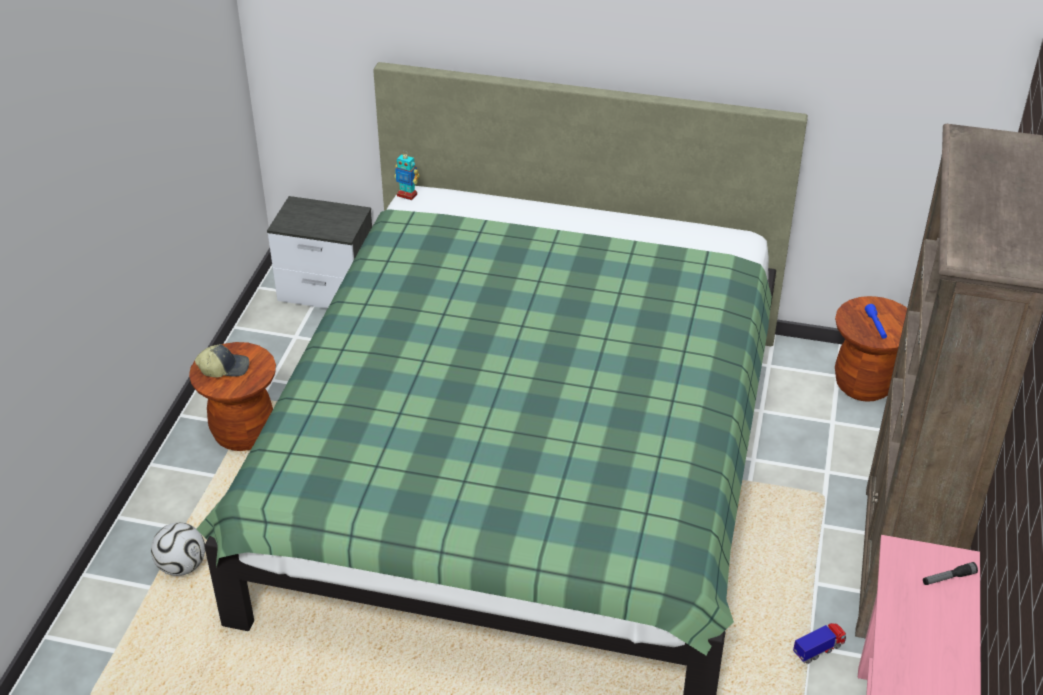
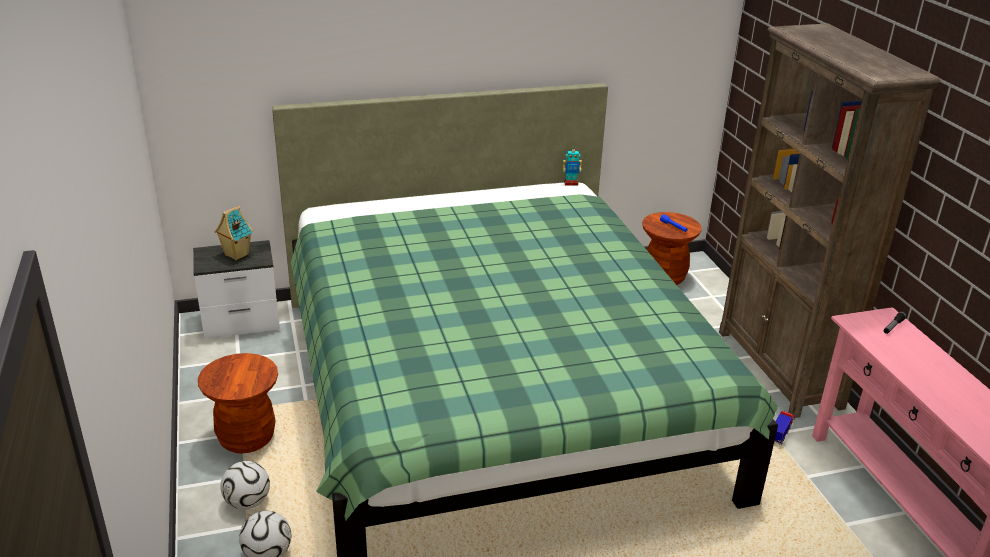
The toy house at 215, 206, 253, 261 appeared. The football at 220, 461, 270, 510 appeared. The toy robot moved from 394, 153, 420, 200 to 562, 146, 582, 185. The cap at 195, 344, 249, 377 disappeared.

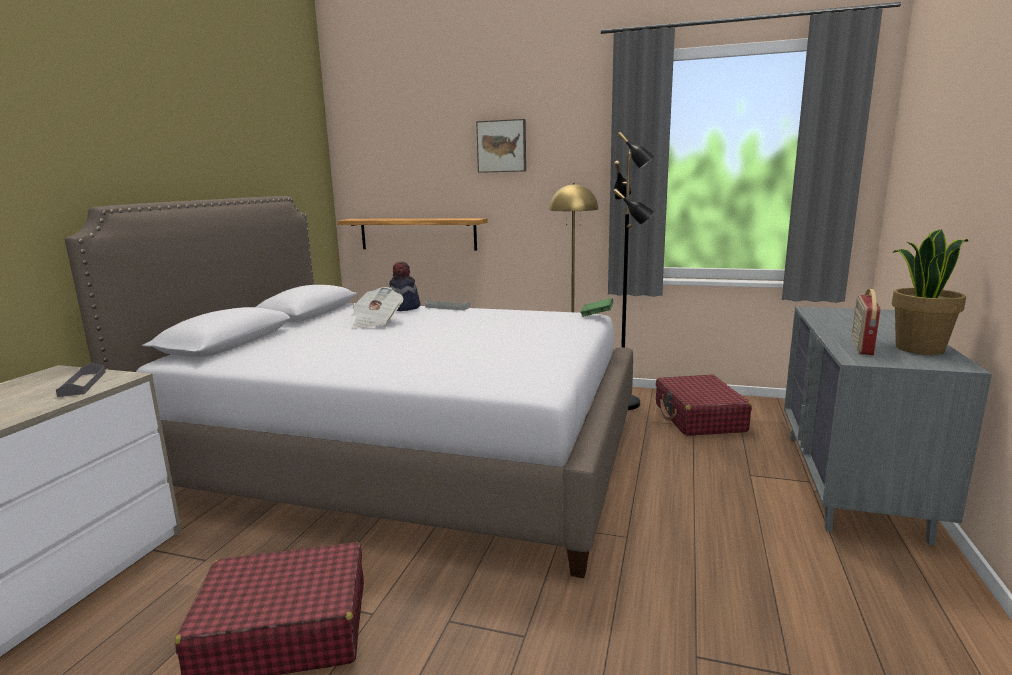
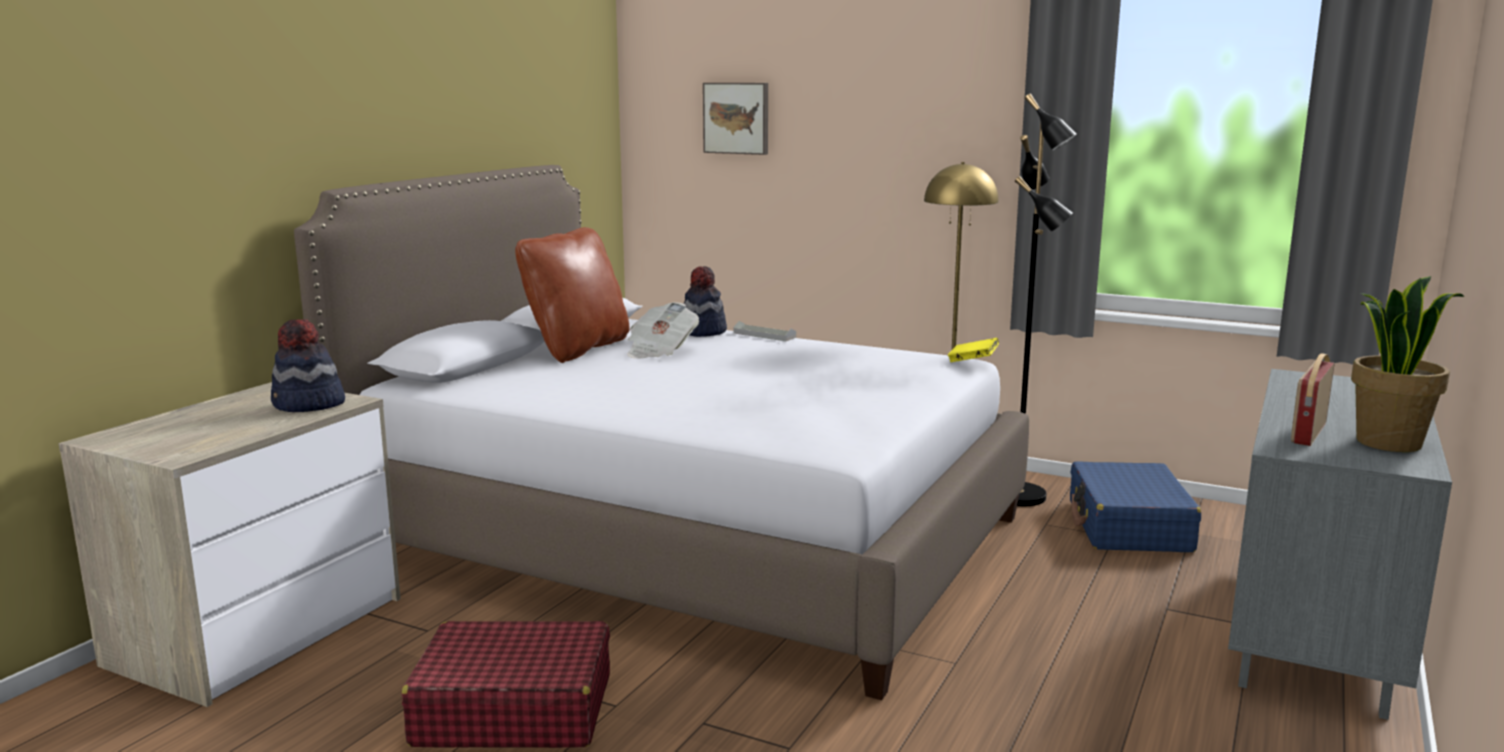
The tray/grey at 56, 362, 106, 397 was replaced by the hat at 271, 319, 345, 412. The pillow/brown at 515, 227, 630, 363 appeared. The picture moved from 476, 119, 526, 173 to 703, 83, 768, 155. The book/green at 580, 298, 614, 317 became the book/yellow at 948, 338, 999, 362. The suitcase/red at 656, 374, 752, 436 became the suitcase/blue at 1070, 461, 1201, 552. The shelf at 338, 218, 488, 251 disappeared.

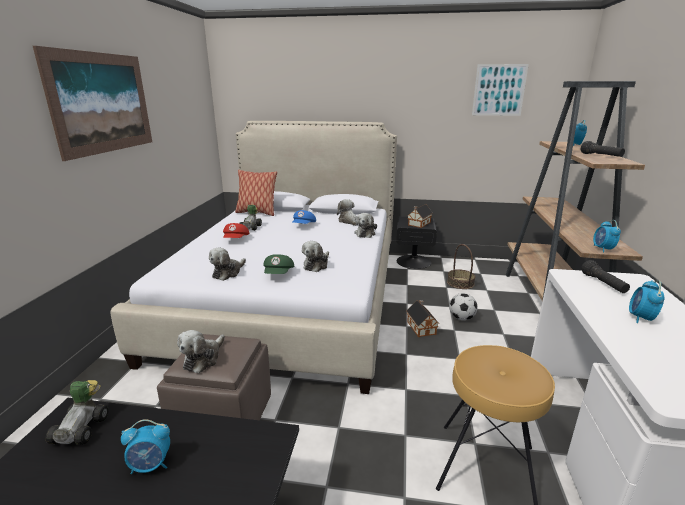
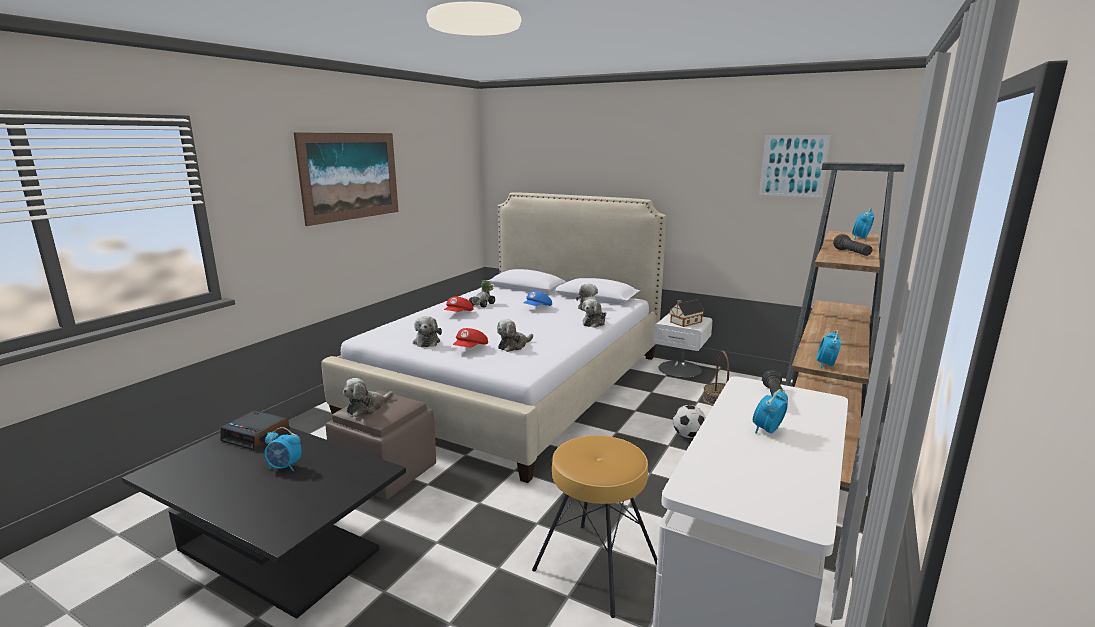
The toy car at 45, 380, 109, 445 was replaced by the alarm clock at 220, 410, 289, 450. The plush toy at 209, 248, 246, 281 turned 60 degrees counterclockwise. The cap/green at 263, 254, 294, 274 became the cap/red at 453, 328, 488, 347. The nightstand/black at 396, 217, 437, 269 became the nightstand/white at 653, 313, 713, 378. The pillow at 235, 170, 277, 216 disappeared. The toy house at 406, 300, 439, 337 disappeared.

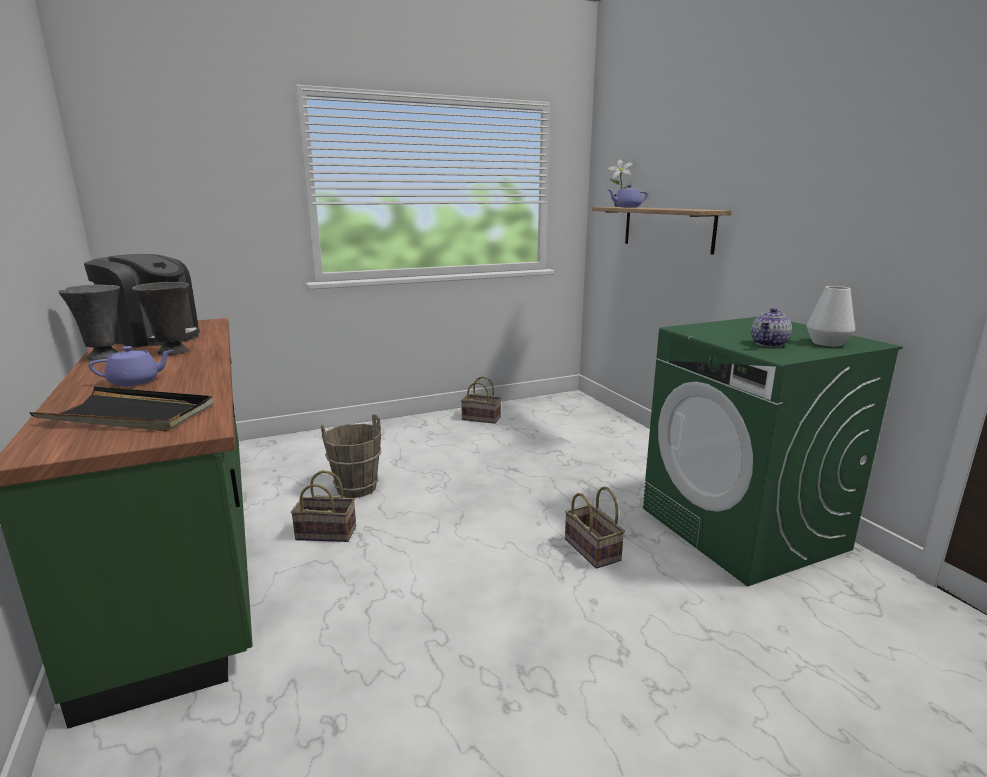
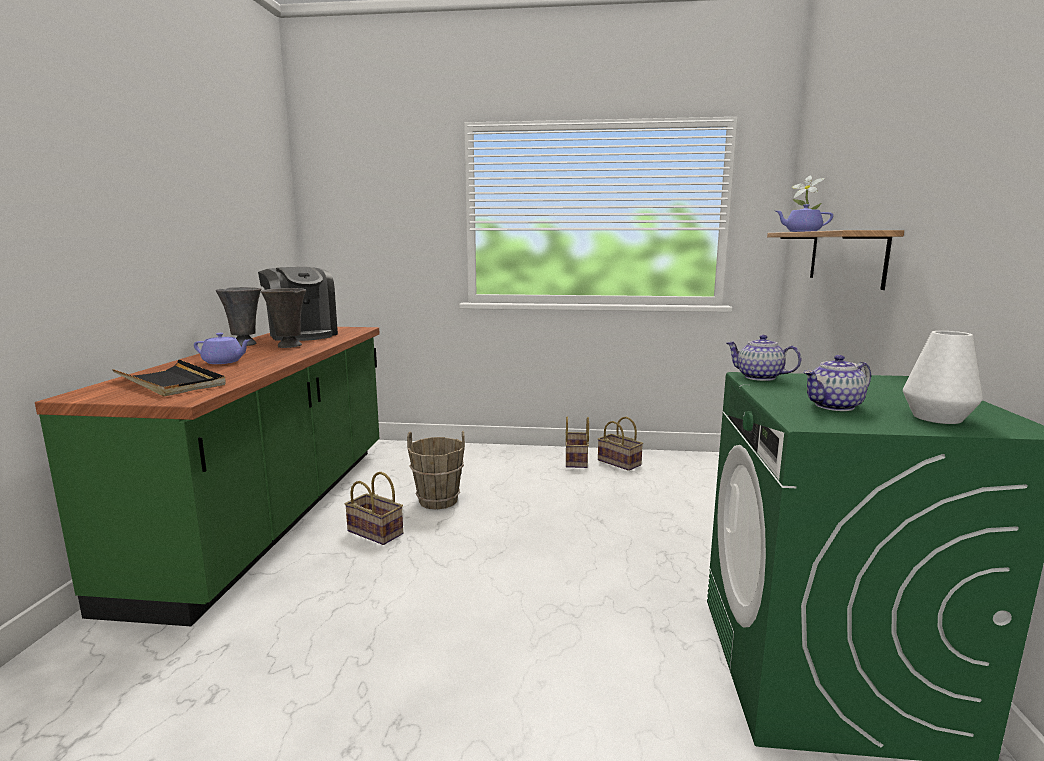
The basket moved from 565, 487, 625, 569 to 565, 417, 589, 468. The teapot at 726, 335, 801, 381 appeared.

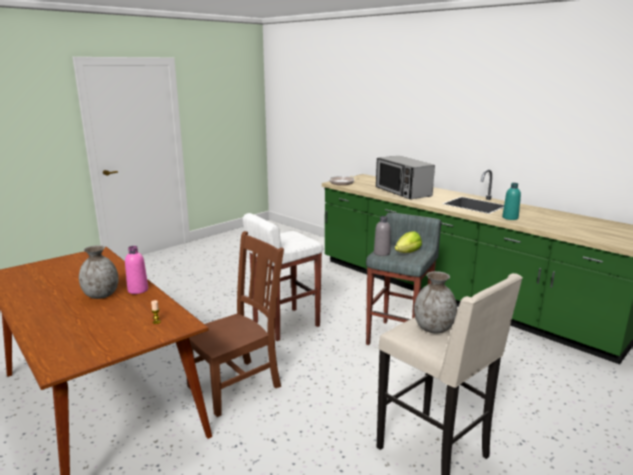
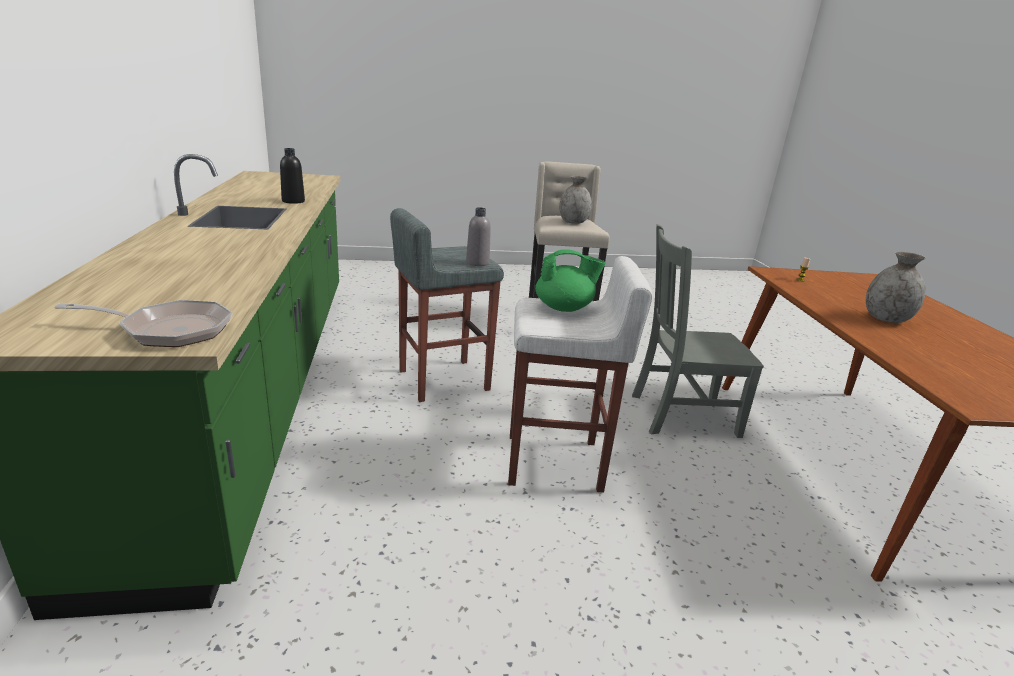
The bottle/turquoise at 502, 183, 521, 220 became the bottle/black at 280, 148, 305, 204. The teapot/green at 535, 249, 606, 312 appeared. The chair/brown at 186, 231, 284, 417 became the chair/grey at 632, 224, 764, 438. The bottle/pink at 125, 246, 148, 294 disappeared. The microwave at 376, 156, 435, 200 disappeared. The lettuce at 395, 231, 422, 253 disappeared.

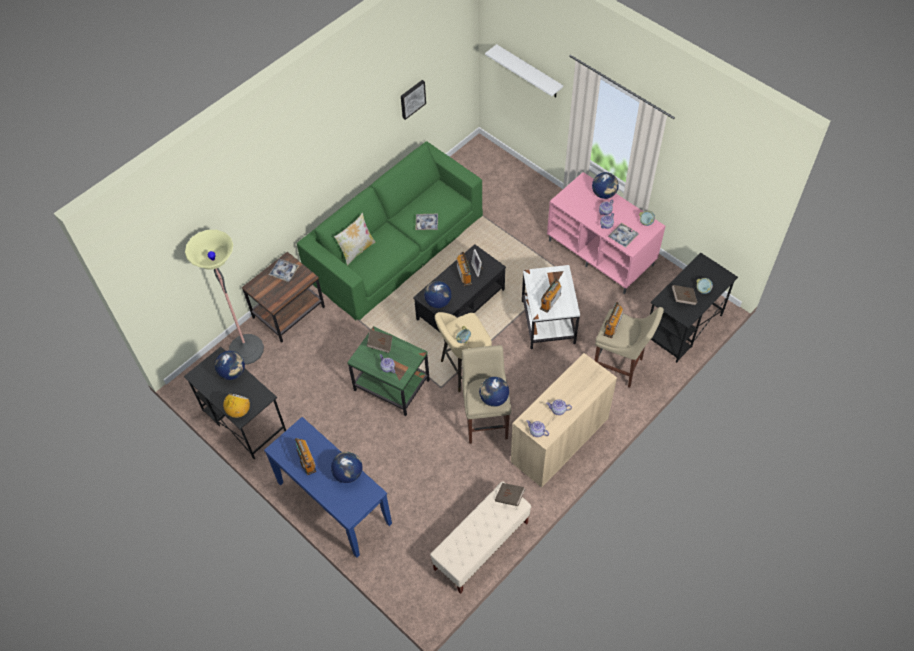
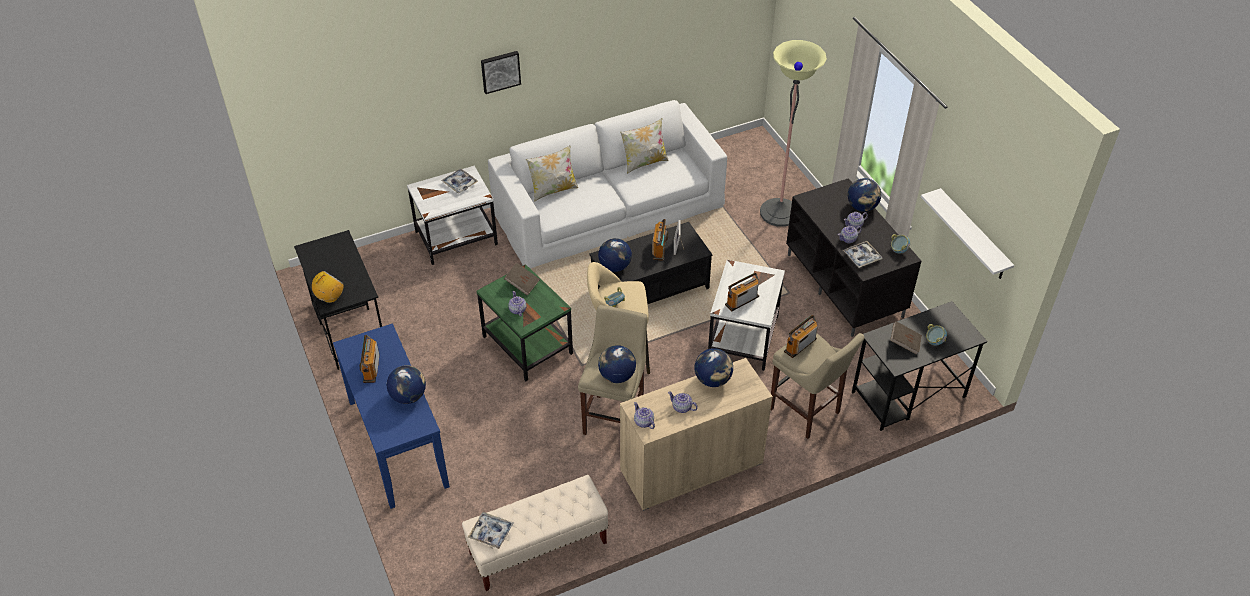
The side table/brown at 242, 252, 325, 343 became the side table/white at 407, 166, 498, 265. The tray moved from 415, 214, 438, 230 to 468, 512, 513, 549. The picture moved from 401, 80, 426, 120 to 481, 51, 521, 94. The sofa/green at 297, 141, 483, 320 became the sofa/white at 488, 100, 727, 269. The pillow at 620, 118, 668, 174 appeared. The globe moved from 215, 351, 245, 380 to 695, 348, 733, 387. The floor lamp moved from 185, 230, 264, 365 to 760, 40, 827, 227. The tv stand/pink at 547, 172, 665, 294 became the tv stand/black at 786, 178, 921, 337. The shelf/white moved from 485, 44, 563, 97 to 921, 188, 1014, 279. The book/brown at 495, 483, 525, 506 disappeared.

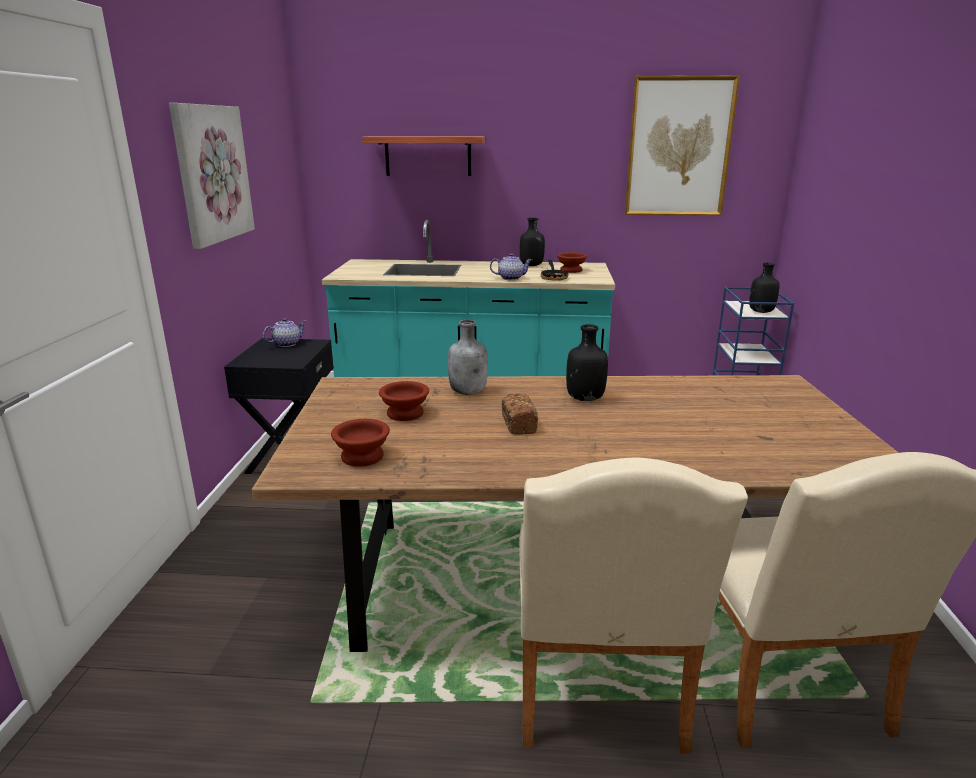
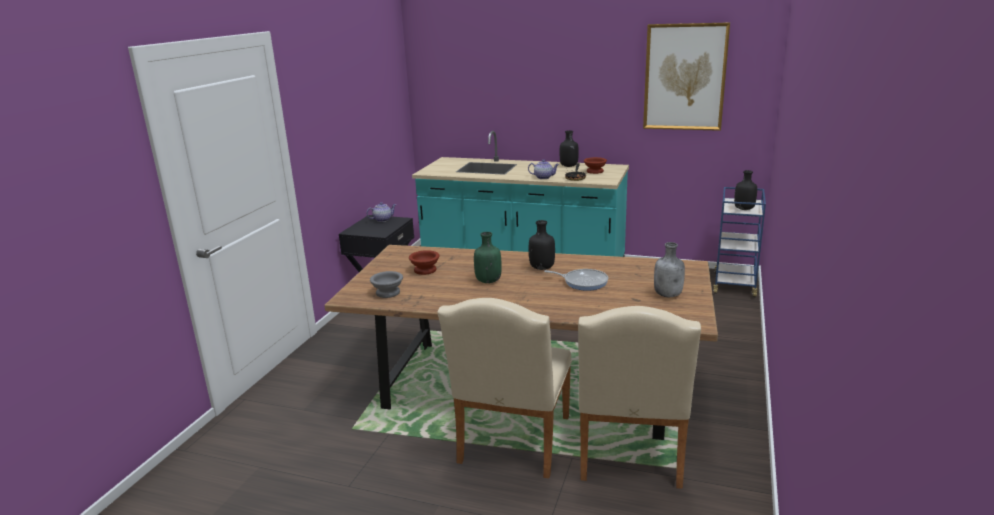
The bowl/brown at 331, 419, 390, 467 became the bowl/grey at 370, 271, 403, 298. The bread at 501, 394, 538, 435 was replaced by the bottle/green at 474, 232, 502, 283. The frying pan at 544, 269, 608, 291 appeared. The bottle/grey moved from 448, 320, 488, 395 to 654, 242, 685, 297. The picture at 169, 103, 255, 249 disappeared. The shelf at 362, 136, 485, 176 disappeared.

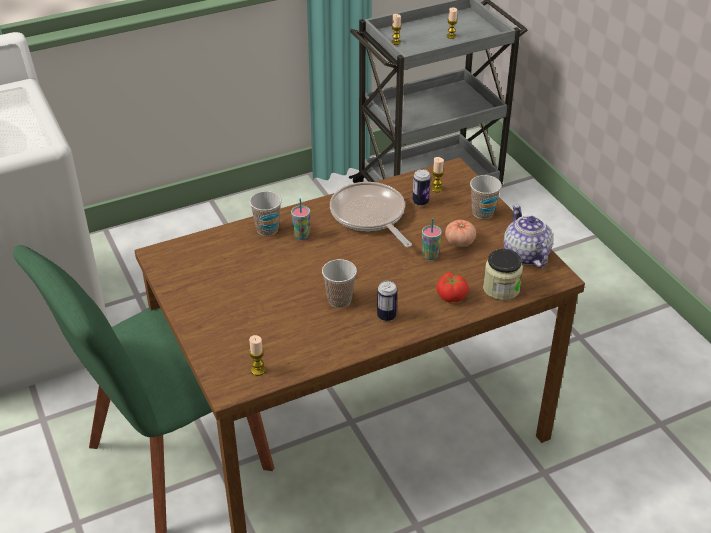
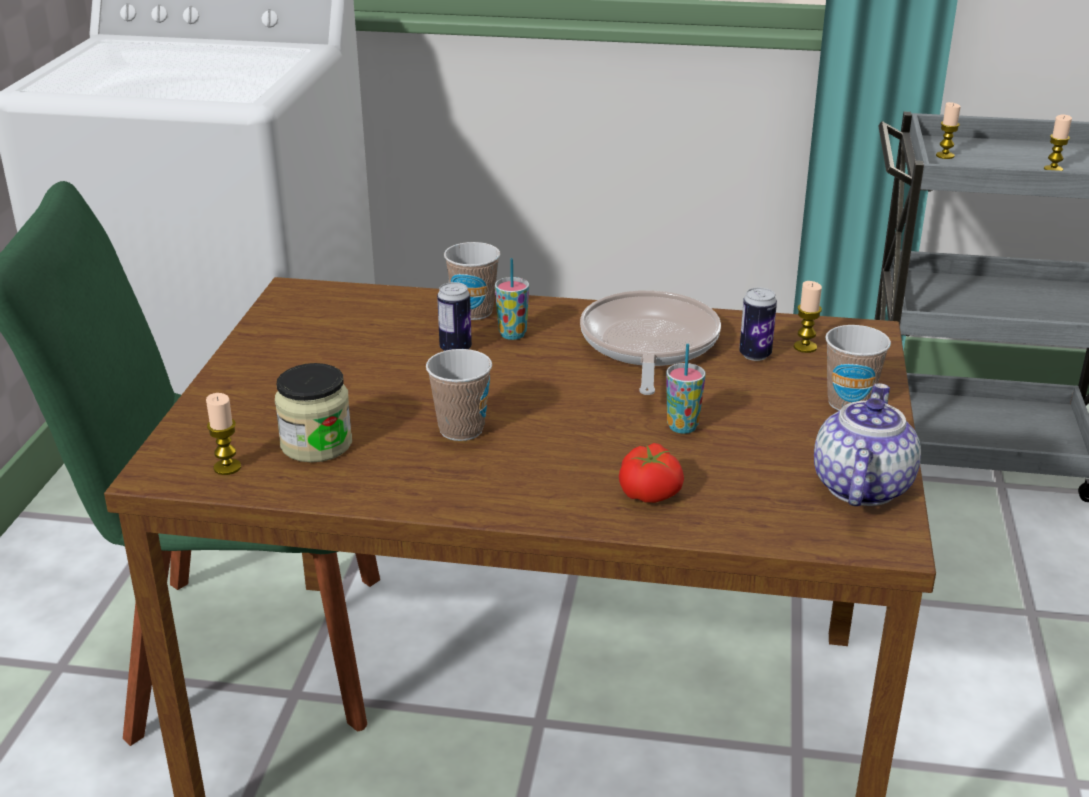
The jar moved from 483, 249, 523, 301 to 275, 363, 352, 463. The can moved from 377, 281, 397, 321 to 437, 282, 472, 351. The tomato at 445, 220, 476, 247 disappeared.

